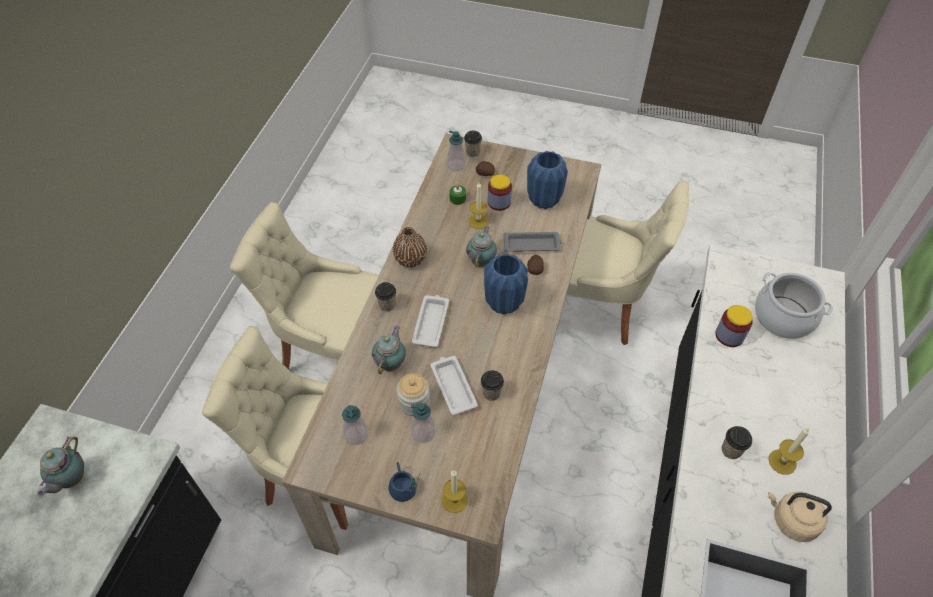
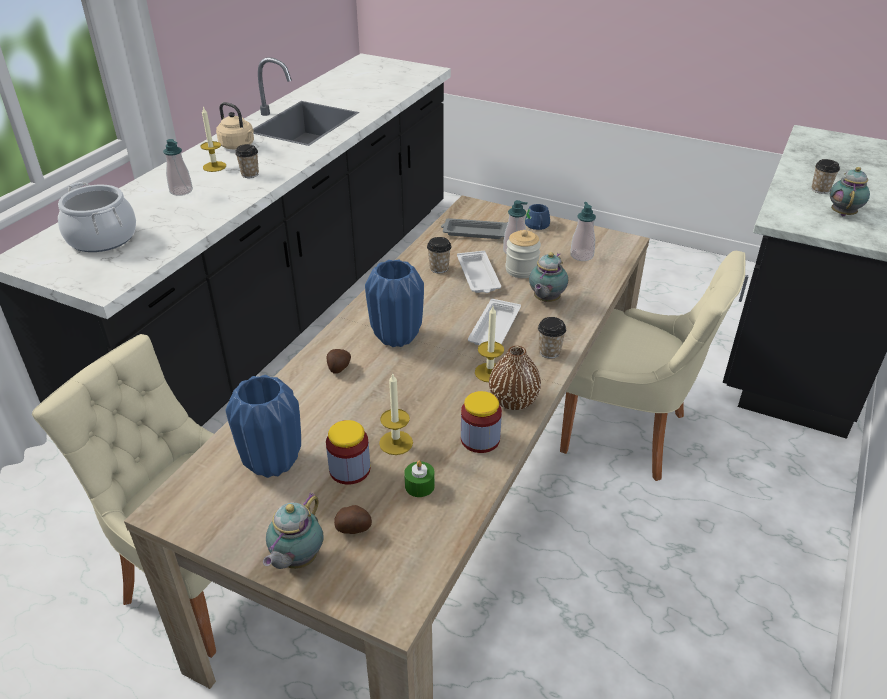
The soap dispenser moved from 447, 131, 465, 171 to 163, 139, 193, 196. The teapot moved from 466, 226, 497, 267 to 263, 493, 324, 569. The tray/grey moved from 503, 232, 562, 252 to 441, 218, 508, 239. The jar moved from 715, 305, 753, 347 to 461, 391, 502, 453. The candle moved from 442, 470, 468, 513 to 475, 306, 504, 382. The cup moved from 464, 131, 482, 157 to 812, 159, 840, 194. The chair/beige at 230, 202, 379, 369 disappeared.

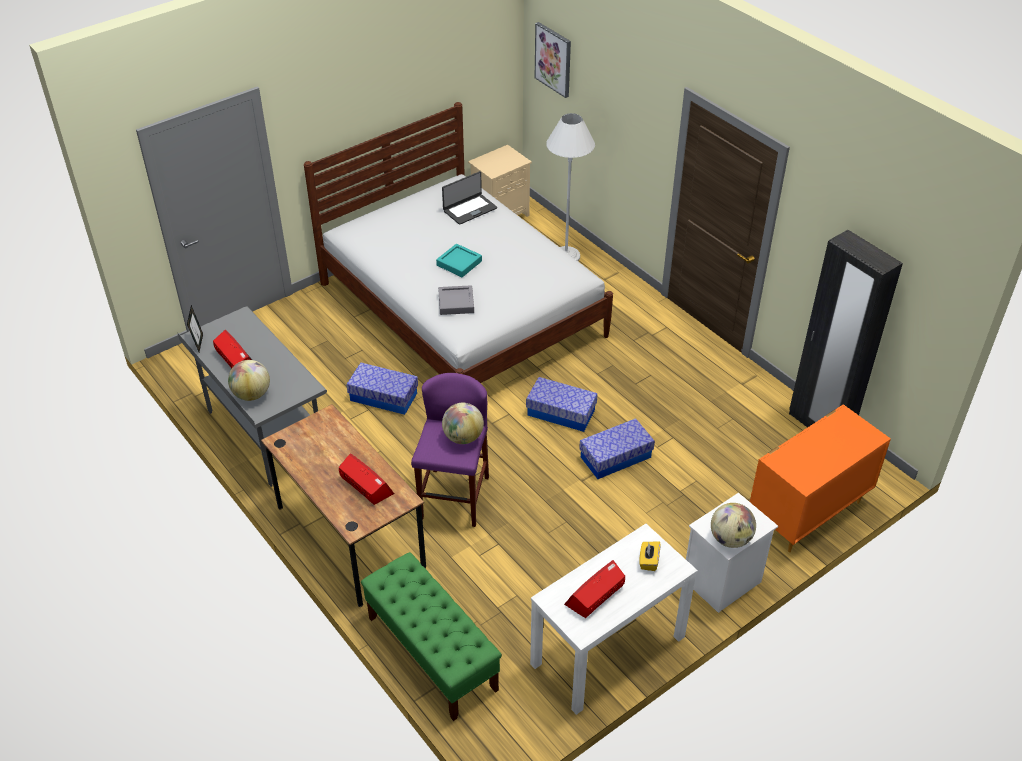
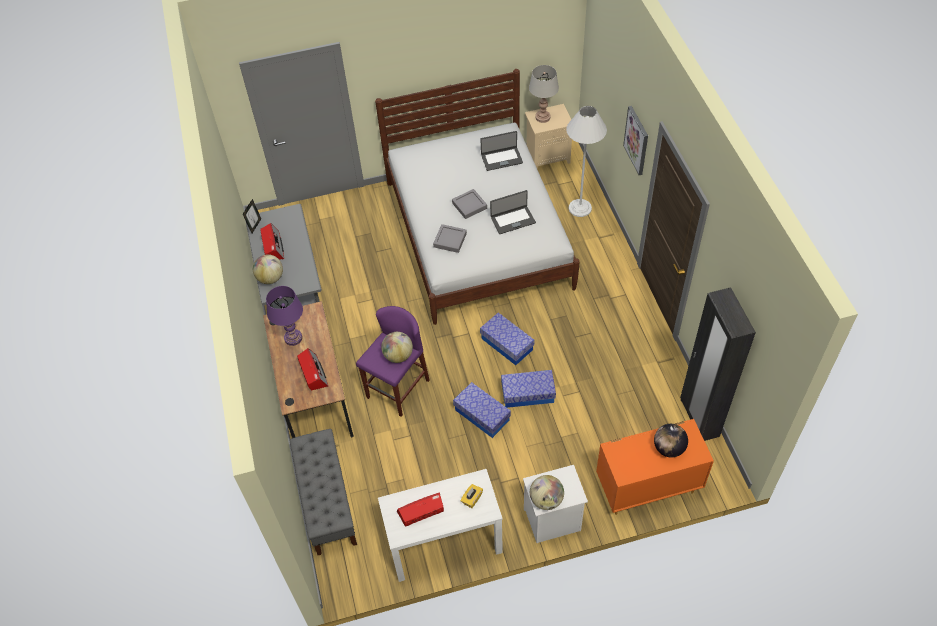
The table lamp/purple at 266, 286, 303, 346 appeared. The bench/green at 361, 552, 502, 721 became the bench/grey at 290, 429, 357, 555. The tray/turquoise at 436, 244, 482, 277 became the tray/grey at 452, 189, 487, 219. The storage box moved from 346, 363, 418, 415 to 453, 382, 511, 438. The laptop at 490, 190, 536, 234 appeared. The table lamp/grey at 529, 65, 559, 123 appeared. The picture moved from 535, 22, 571, 98 to 623, 106, 648, 175. The globe at 654, 424, 688, 457 appeared.

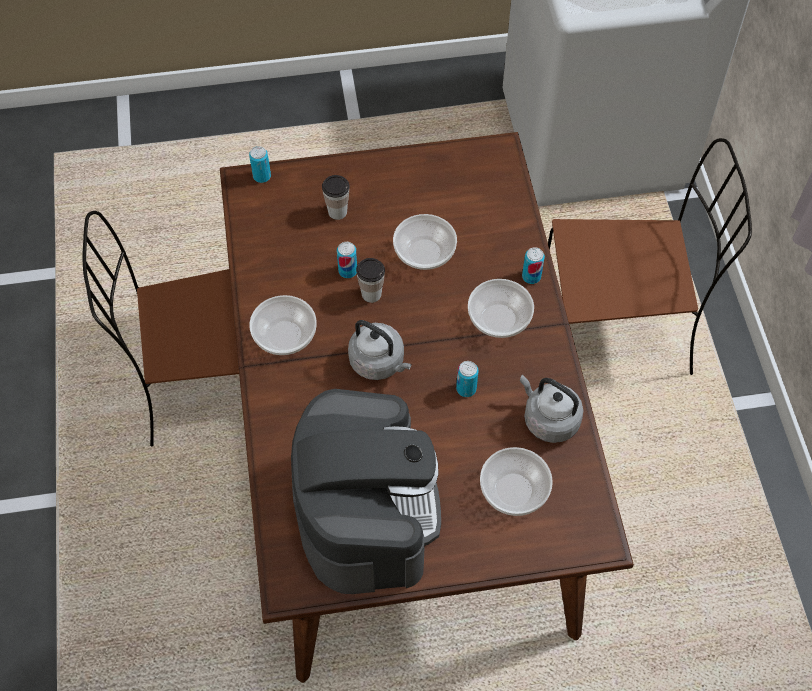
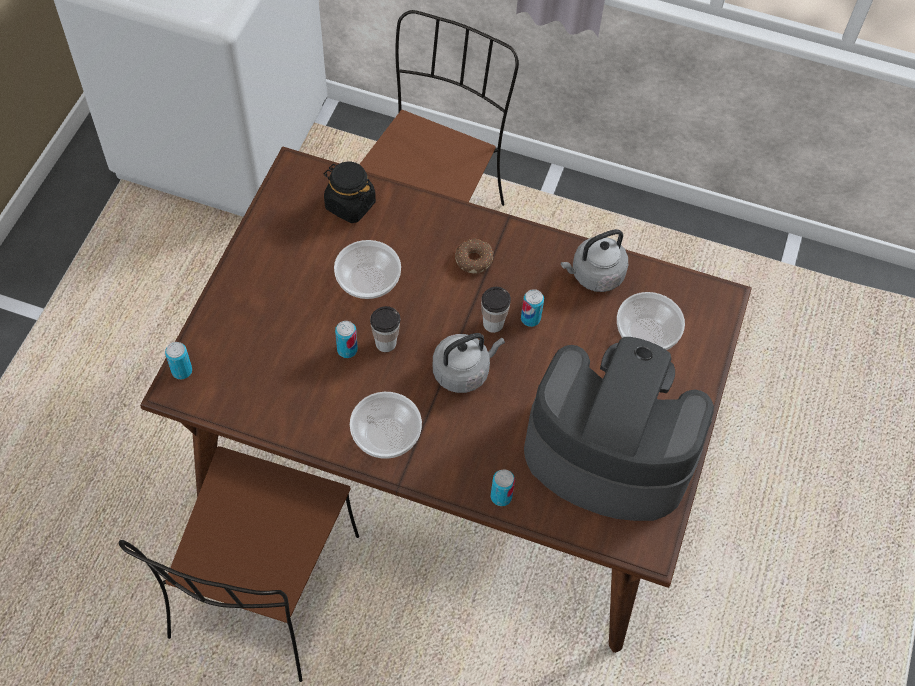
The jar/black at 324, 162, 376, 223 appeared. The bowl at 468, 279, 534, 338 was replaced by the donut at 455, 238, 494, 274. The cup moved from 322, 175, 350, 220 to 481, 287, 511, 333. The can moved from 522, 247, 545, 284 to 490, 469, 515, 506.

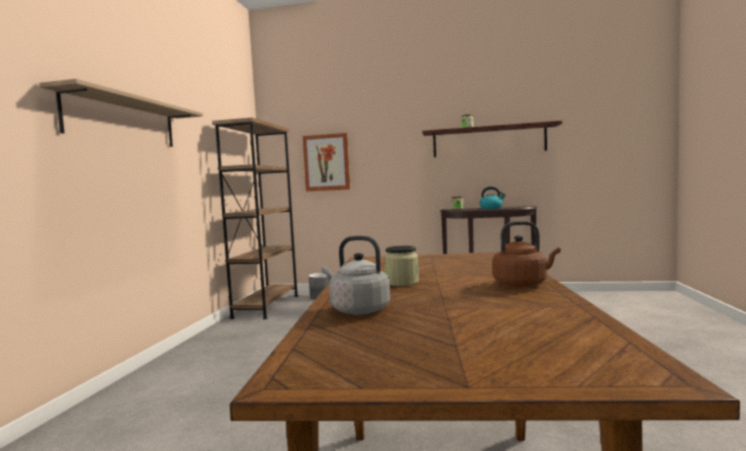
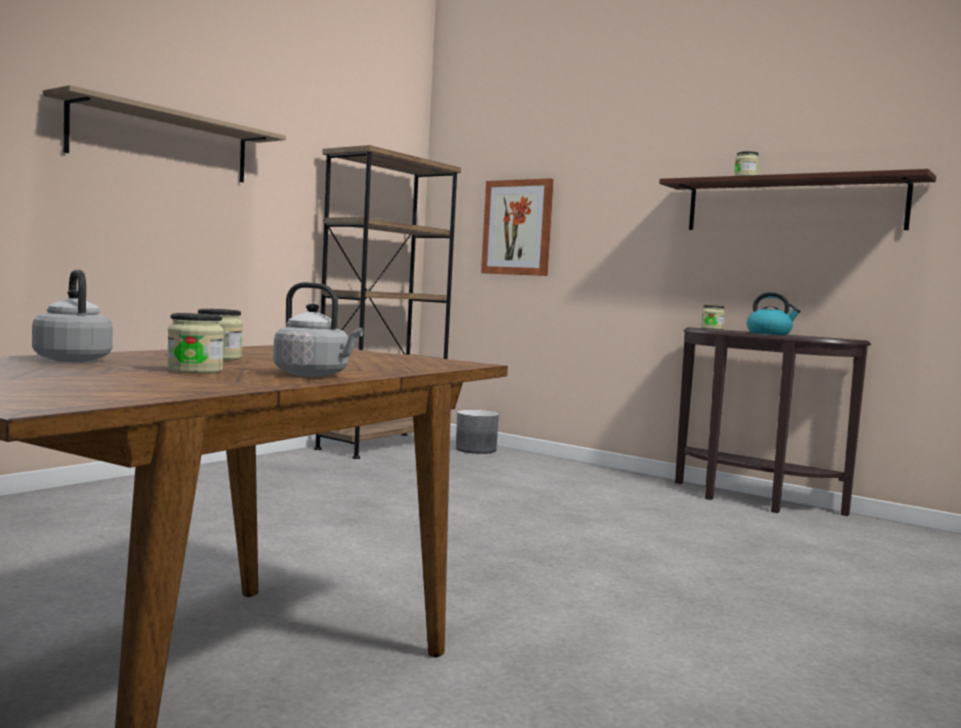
The jar at 167, 313, 224, 374 appeared. The kettle/brown at 493, 221, 561, 287 became the kettle/grey at 273, 282, 363, 377.

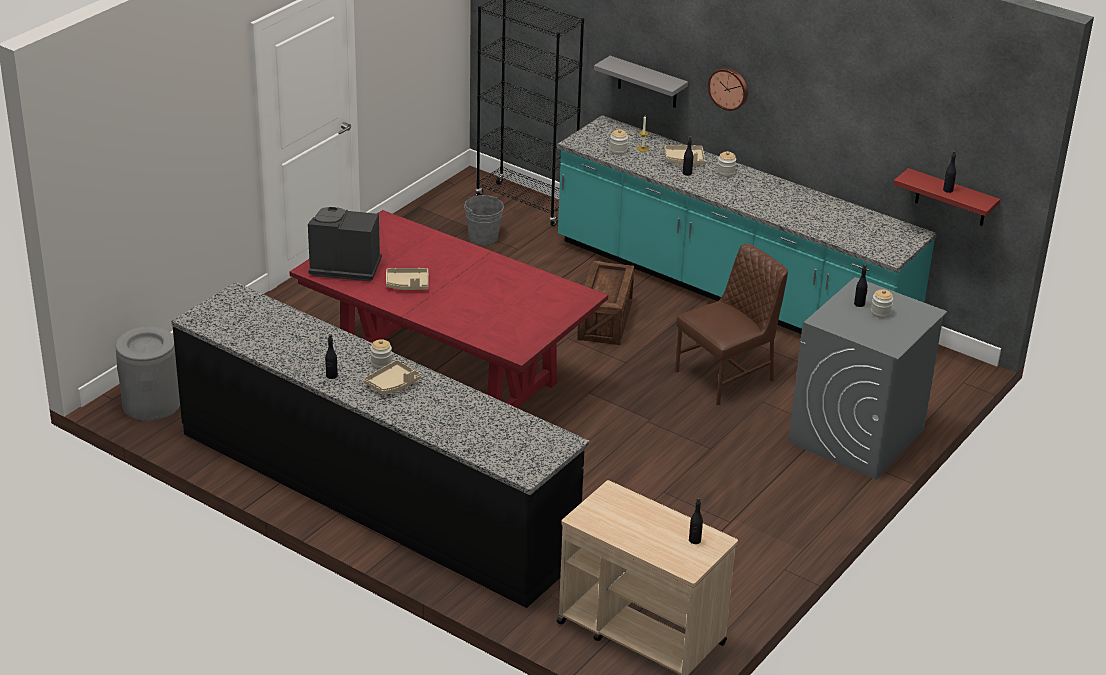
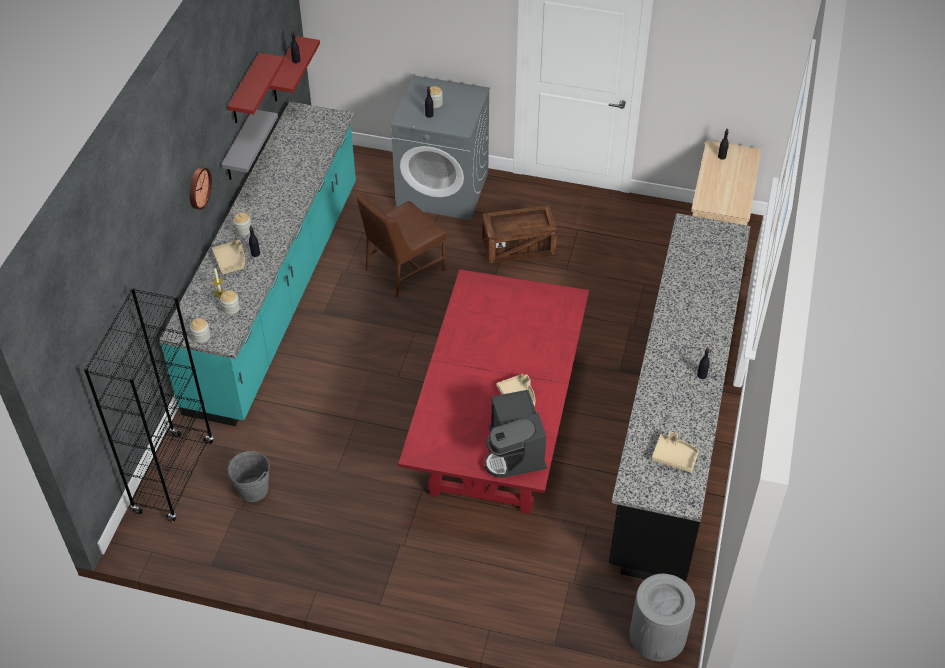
The jar moved from 370, 339, 392, 369 to 190, 318, 210, 343. The shelf/grey moved from 594, 56, 688, 108 to 221, 110, 278, 180. The shelf/red at 227, 53, 284, 123 appeared. The chair/brown at 675, 244, 788, 405 turned 75 degrees counterclockwise. The crate moved from 577, 261, 634, 345 to 482, 205, 558, 264. The tray/beige moved from 364, 360, 421, 394 to 651, 432, 699, 472.

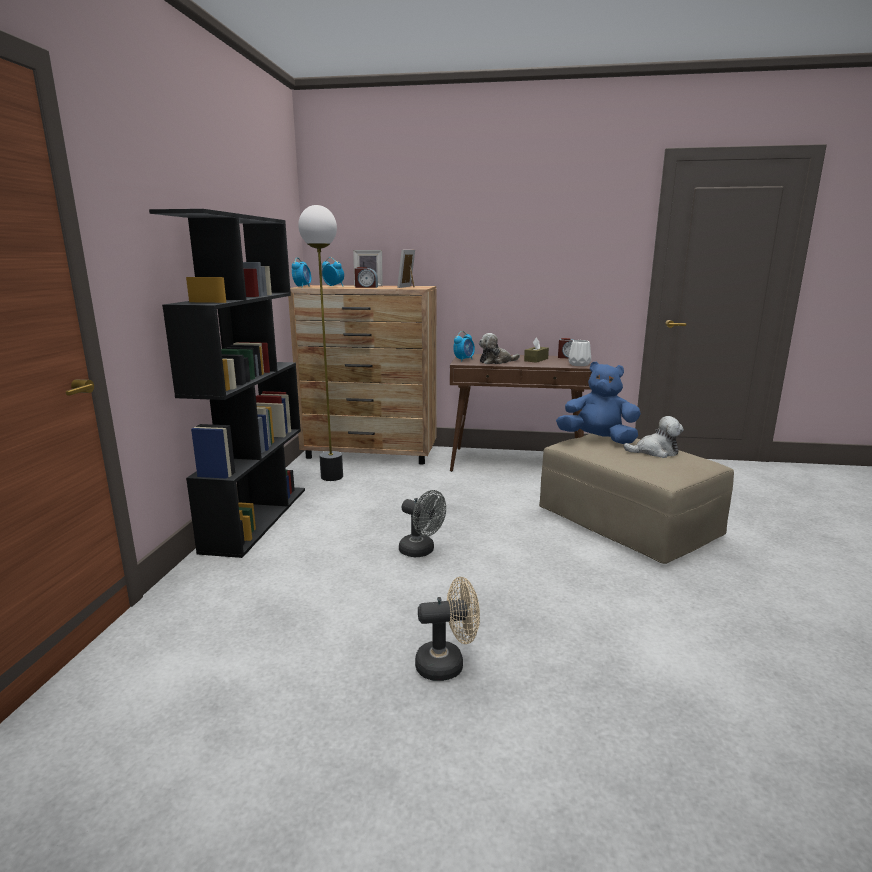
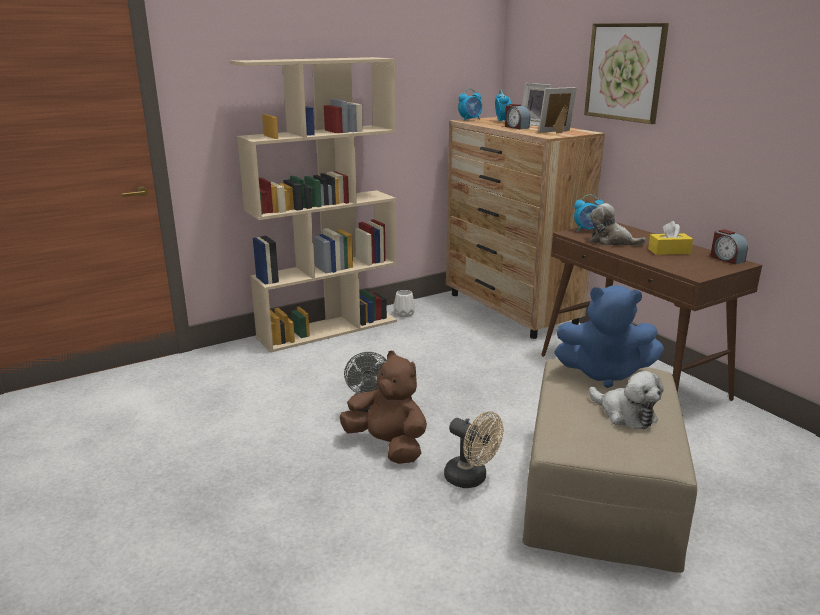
The bookcase/black at 149, 209, 305, 558 became the bookcase/beige at 230, 57, 397, 353. The plush toy/brown at 340, 351, 427, 464 appeared. The vase/white moved from 568, 340, 591, 366 to 393, 290, 415, 317. The fan/beige moved from 415, 577, 480, 681 to 444, 411, 503, 488. The plush toy/blue at 556, 361, 641, 444 turned 120 degrees clockwise. The picture at 584, 23, 669, 124 appeared. The tissue box/brown at 524, 337, 549, 363 became the tissue box/yellow at 648, 221, 693, 255. The floor lamp at 298, 205, 343, 481 disappeared.

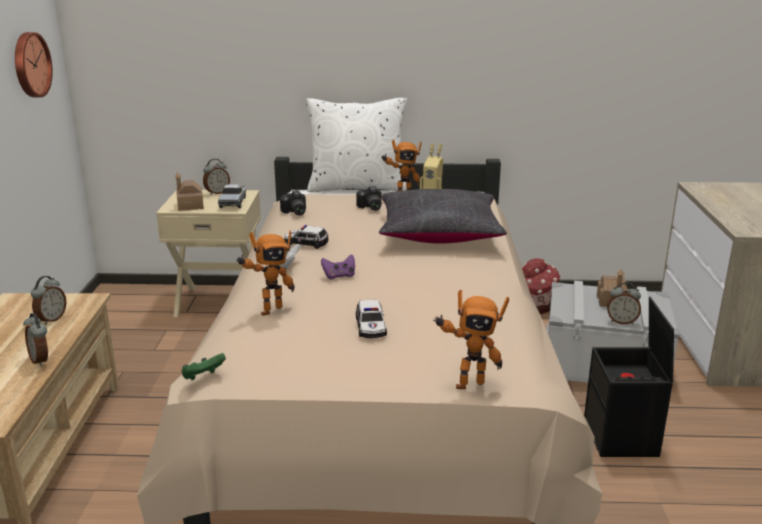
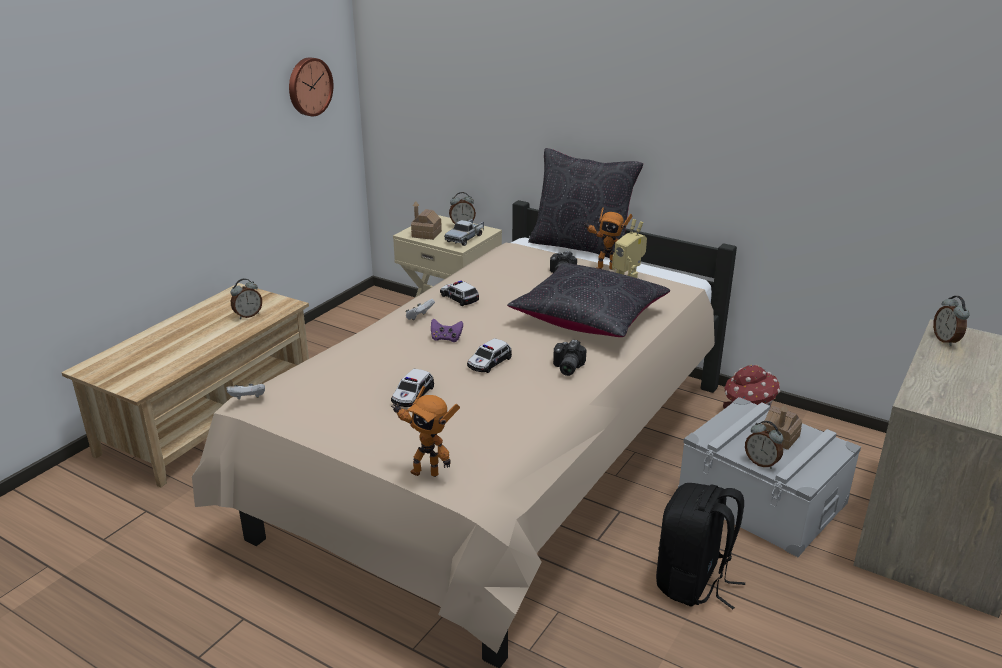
The game controller/green at 182, 353, 226, 380 became the game controller/white at 227, 384, 265, 399. The toy car at 467, 338, 512, 373 appeared. The pillow/white at 306, 98, 407, 192 became the pillow/black at 528, 148, 643, 258. The photo camera moved from 280, 190, 306, 216 to 553, 340, 586, 376. The storage box/black at 584, 297, 674, 457 was replaced by the backpack/black at 656, 483, 745, 609. The alarm clock moved from 23, 313, 48, 367 to 933, 296, 970, 346. The toy robot at 236, 231, 295, 316 disappeared.

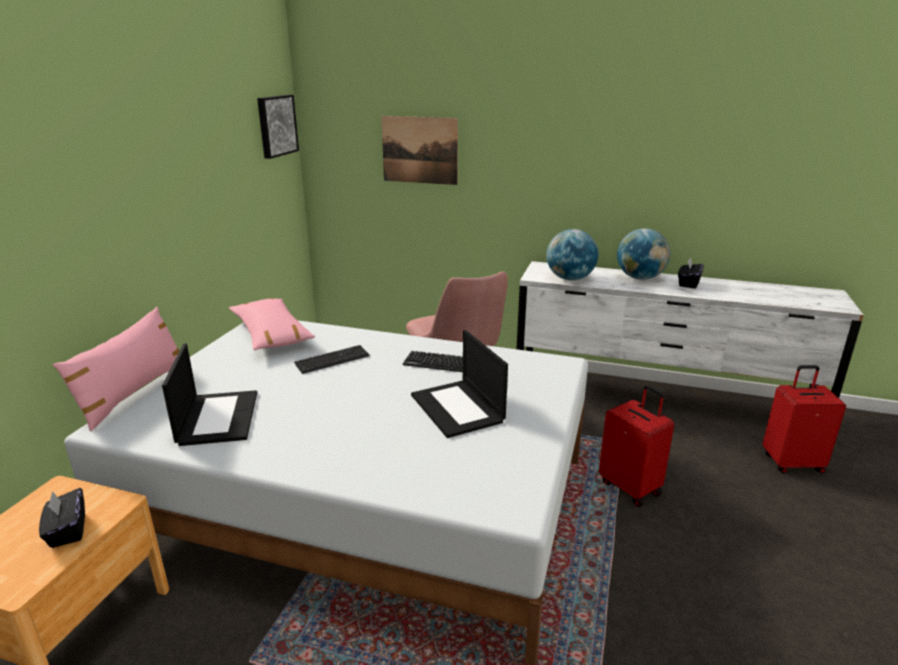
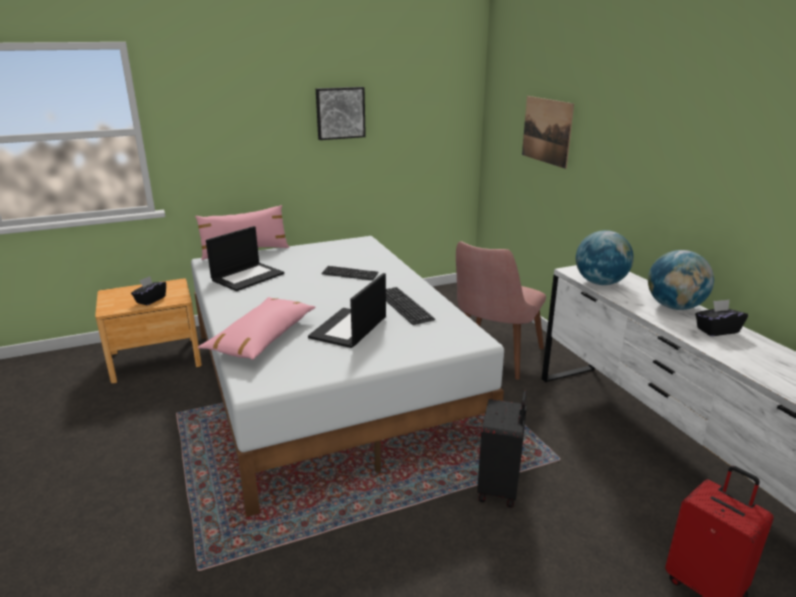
The pillow/pink moved from 229, 298, 315, 350 to 198, 297, 315, 360. The picture moved from 257, 95, 299, 159 to 316, 87, 366, 140. The suitcase/red at 599, 385, 674, 507 became the suitcase/black at 477, 391, 527, 508.

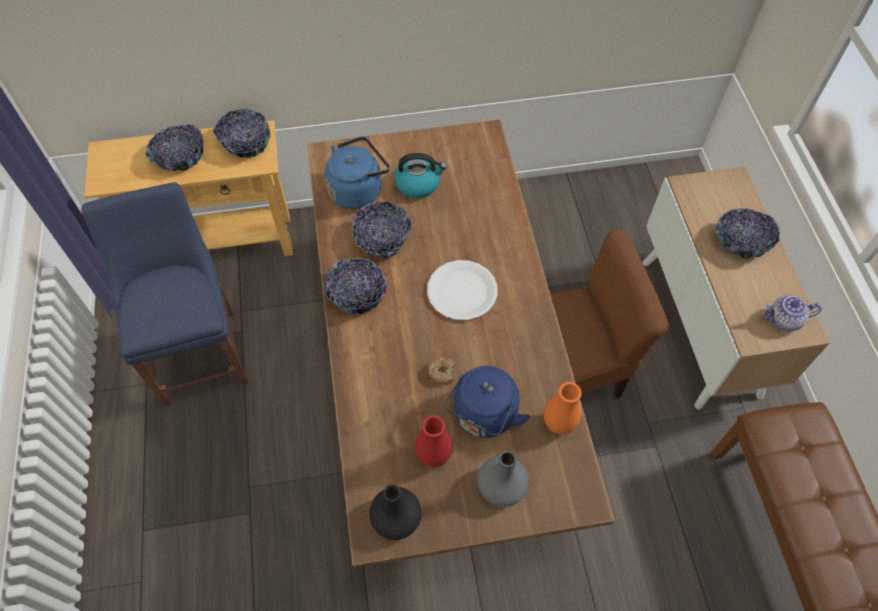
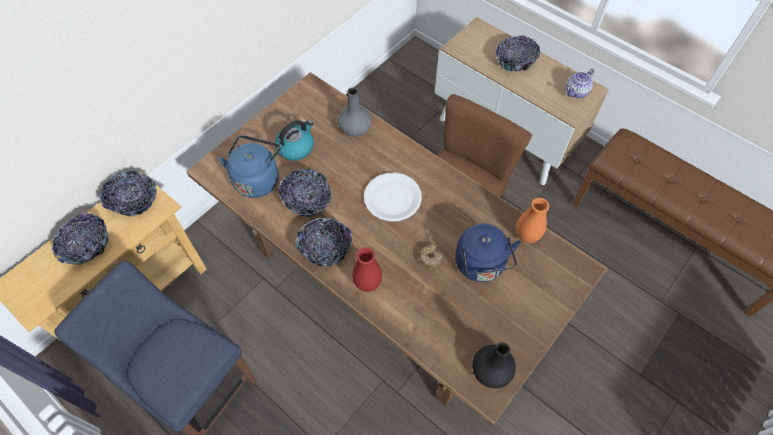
The vase/grey moved from 477, 451, 529, 507 to 338, 87, 372, 136. The vase/red moved from 415, 415, 453, 467 to 352, 247, 382, 292.

